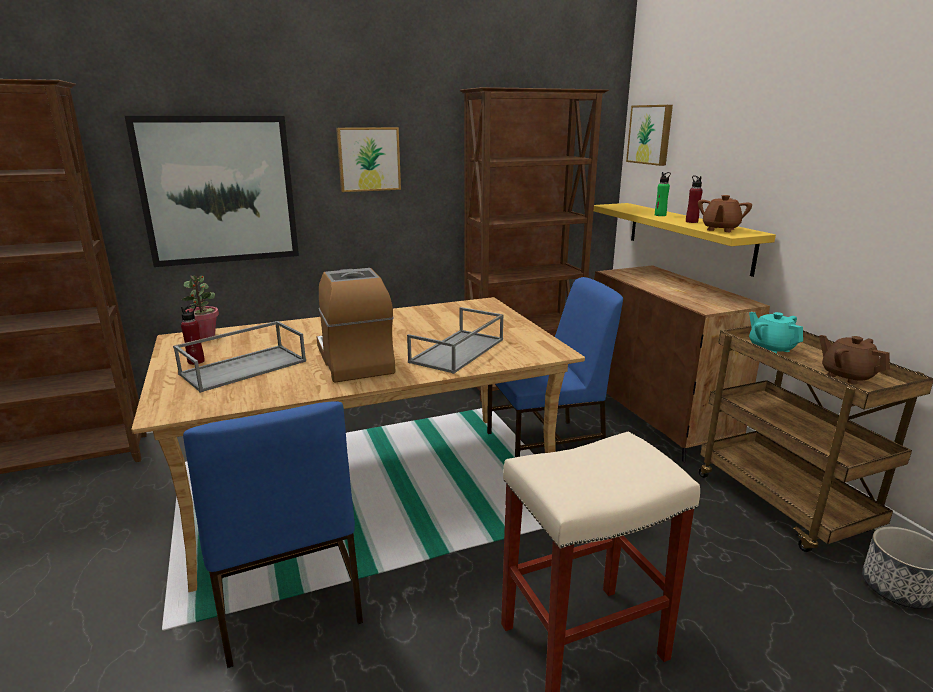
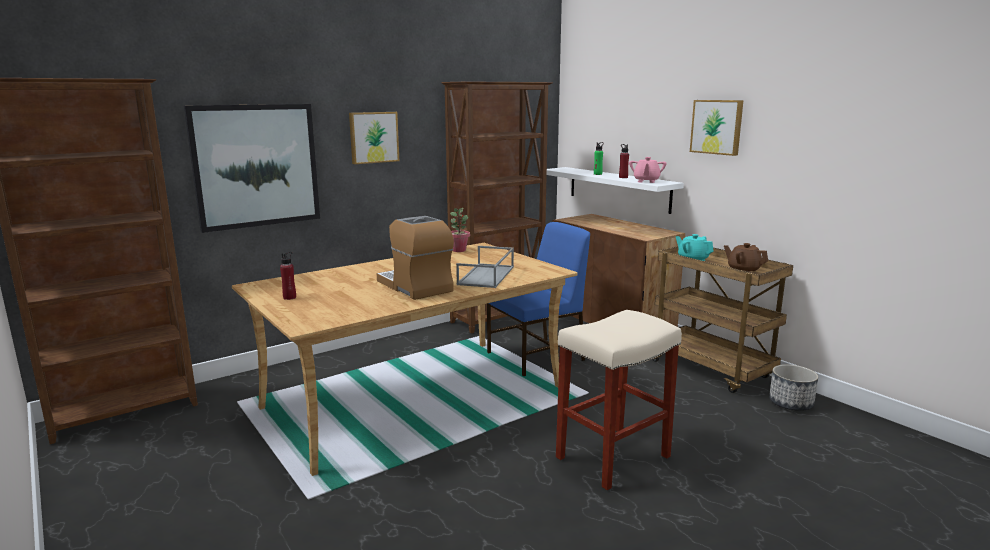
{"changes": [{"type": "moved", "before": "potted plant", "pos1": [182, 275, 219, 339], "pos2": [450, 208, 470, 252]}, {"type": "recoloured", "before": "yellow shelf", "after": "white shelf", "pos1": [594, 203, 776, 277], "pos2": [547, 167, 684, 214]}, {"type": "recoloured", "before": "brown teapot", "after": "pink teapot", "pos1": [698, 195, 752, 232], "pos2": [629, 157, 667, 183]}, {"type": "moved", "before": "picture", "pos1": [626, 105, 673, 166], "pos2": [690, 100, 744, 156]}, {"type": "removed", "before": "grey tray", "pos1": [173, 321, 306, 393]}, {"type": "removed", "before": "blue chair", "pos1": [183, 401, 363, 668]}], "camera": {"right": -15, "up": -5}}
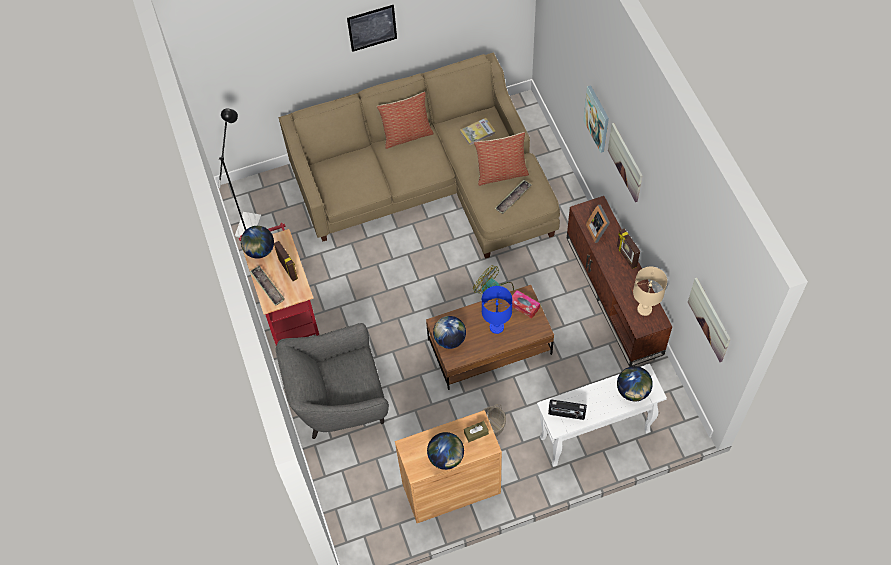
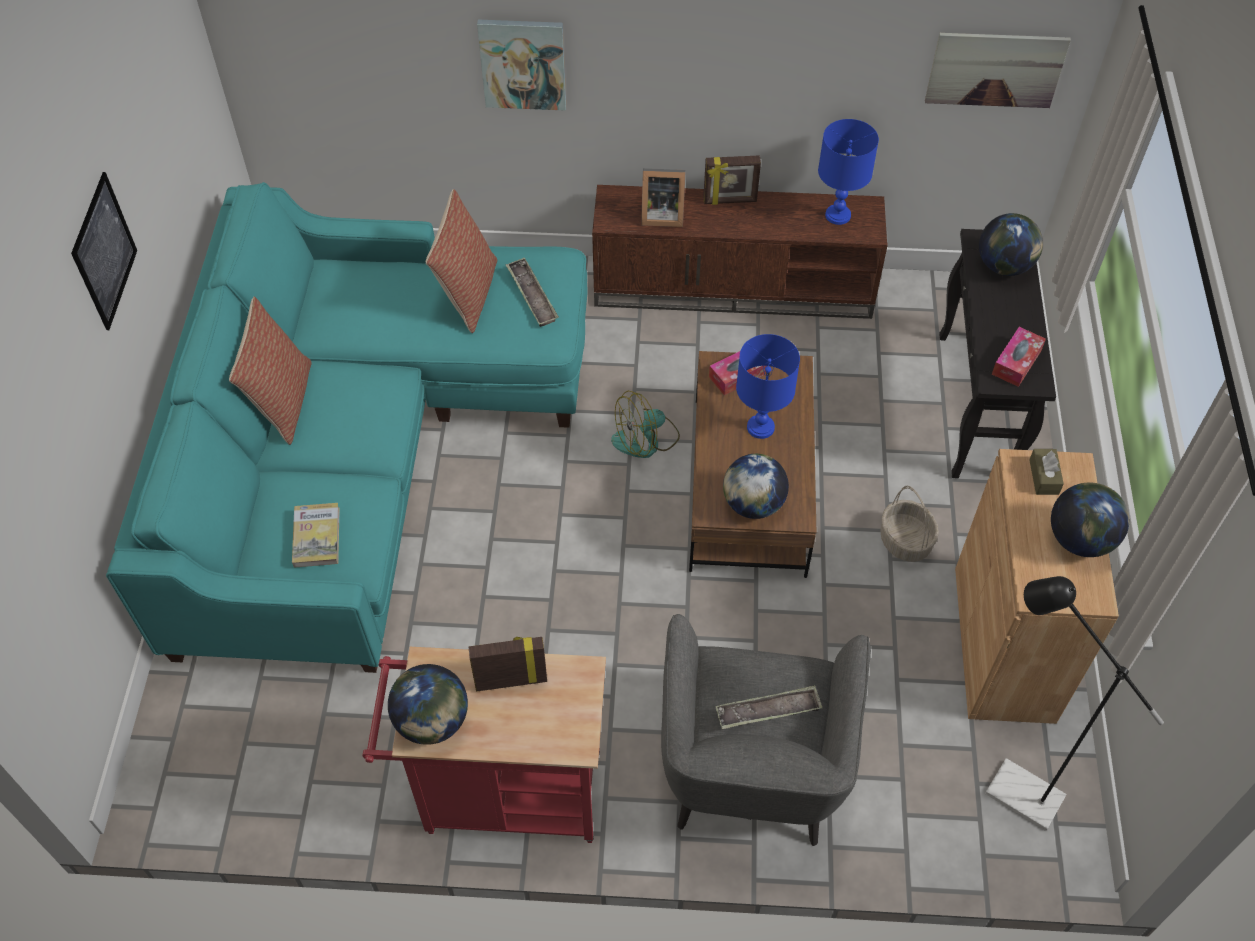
{"changes": [{"type": "recoloured", "before": "beige sofa", "after": "turquoise sofa", "pos1": [279, 53, 560, 259], "pos2": [106, 182, 587, 673]}, {"type": "moved", "before": "book", "pos1": [460, 118, 496, 146], "pos2": [292, 503, 340, 568]}, {"type": "moved", "before": "tray", "pos1": [250, 266, 285, 306], "pos2": [715, 685, 822, 729]}, {"type": "recoloured", "before": "beige table lamp", "after": "blue table lamp", "pos1": [633, 266, 667, 316], "pos2": [818, 119, 879, 225]}, {"type": "recoloured", "before": "white console table", "after": "black console table", "pos1": [537, 364, 667, 467], "pos2": [939, 229, 1056, 478]}, {"type": "moved", "before": "black floor lamp", "pos1": [218, 108, 261, 238], "pos2": [985, 576, 1164, 831]}, {"type": "replaced", "before": "radio", "after": "tissue box", "pos1": [548, 400, 587, 420], "pos2": [992, 327, 1046, 387]}, {"type": "removed", "before": "picture", "pos1": [608, 123, 643, 202]}], "camera": {"right": -70, "up": -5}}
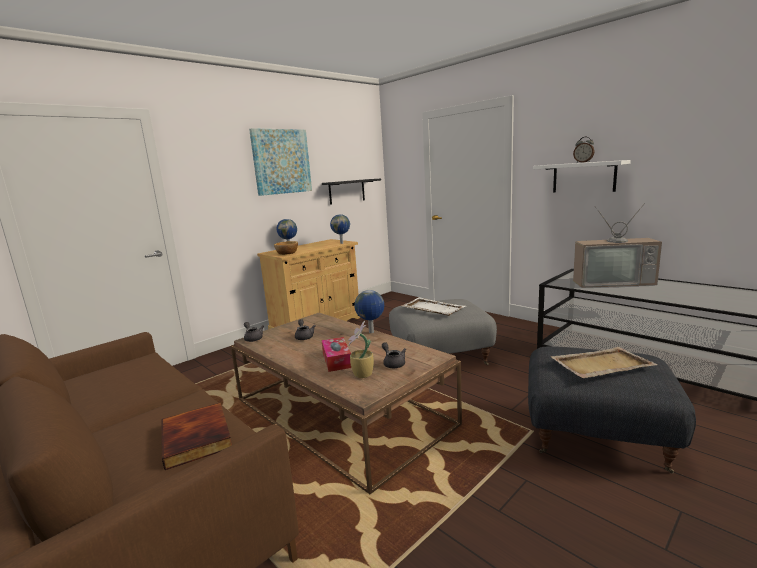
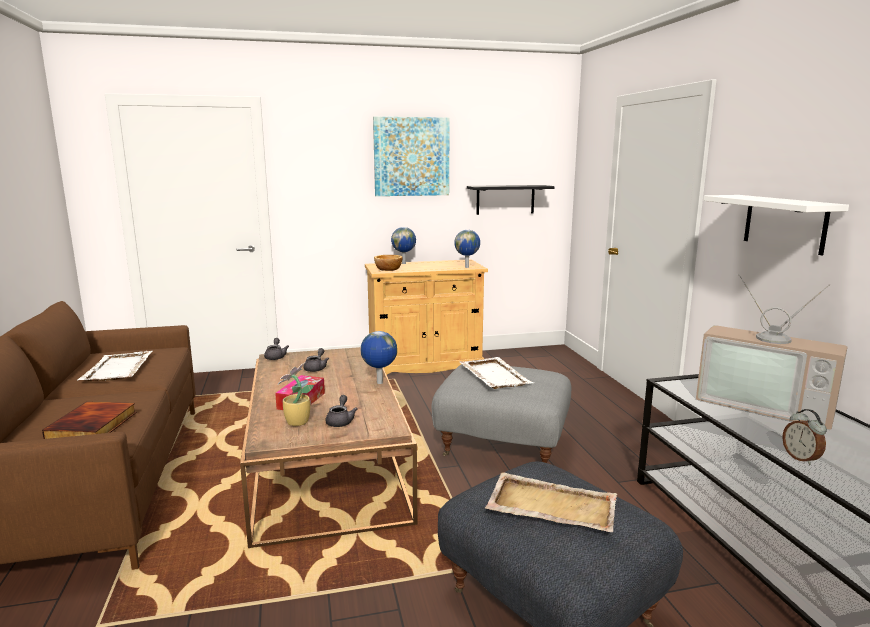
{"changes": [{"type": "added", "after": "white tray", "pos2": [78, 351, 153, 381]}, {"type": "moved", "before": "alarm clock", "pos1": [573, 137, 595, 163], "pos2": [782, 409, 827, 465]}], "camera": {"right": 30, "up": 0}}
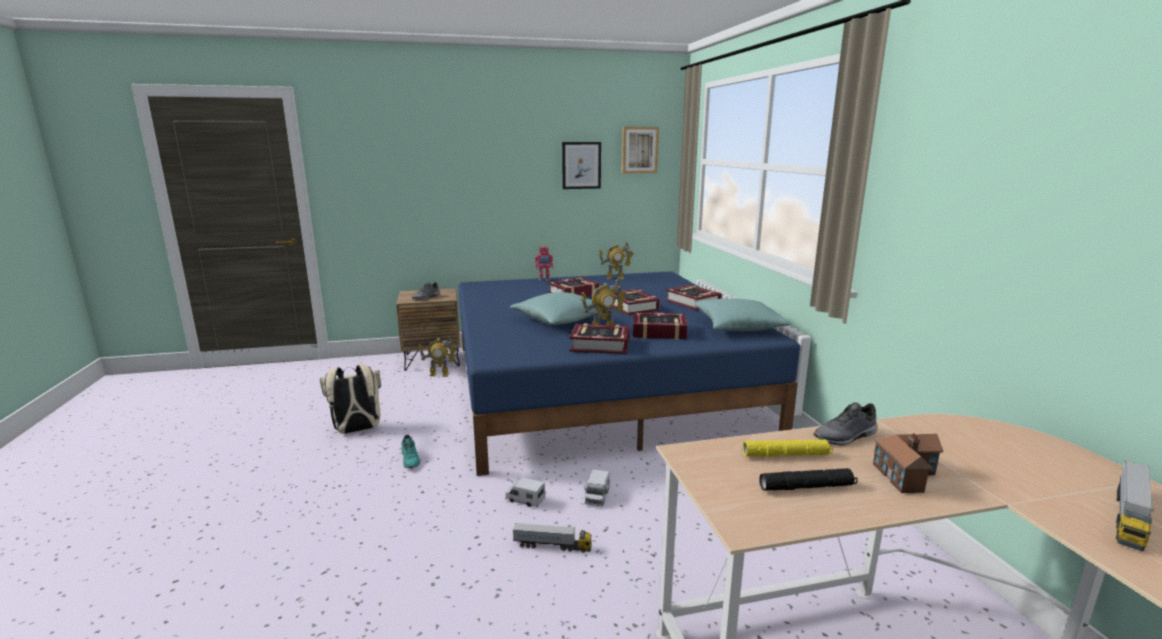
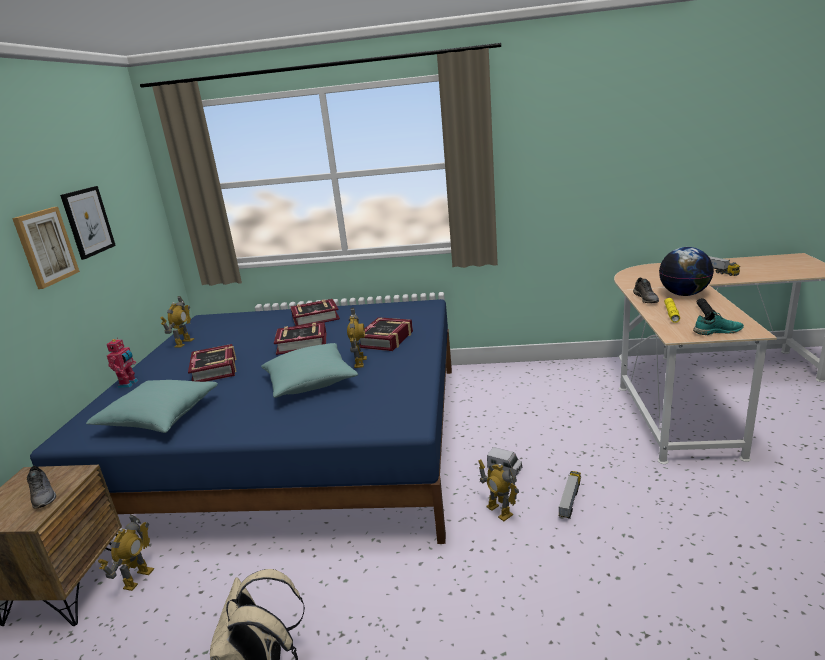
{"changes": [{"type": "moved", "before": "picture", "pos1": [622, 127, 659, 174], "pos2": [12, 207, 80, 289]}, {"type": "moved", "before": "turquoise pillow", "pos1": [694, 298, 791, 331], "pos2": [86, 380, 218, 433]}, {"type": "replaced", "before": "toy truck", "after": "toy robot", "pos1": [505, 477, 545, 507], "pos2": [478, 459, 519, 521]}, {"type": "replaced", "before": "toy house", "after": "globe", "pos1": [873, 433, 943, 493], "pos2": [659, 247, 714, 296]}, {"type": "moved", "before": "turquoise shoe", "pos1": [401, 435, 420, 468], "pos2": [693, 311, 744, 335]}, {"type": "removed", "before": "book", "pos1": [569, 323, 630, 354]}], "camera": {"right": -70, "up": 5}}
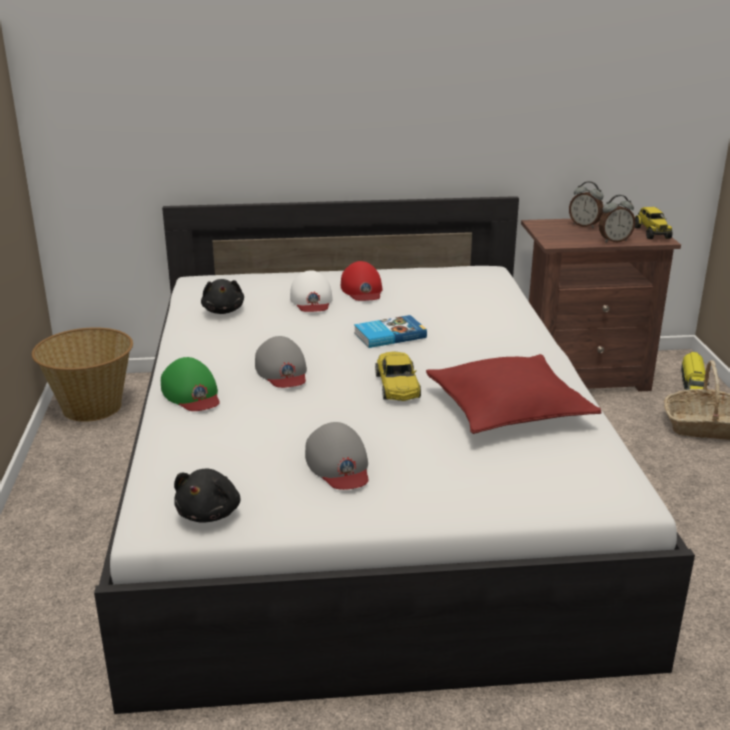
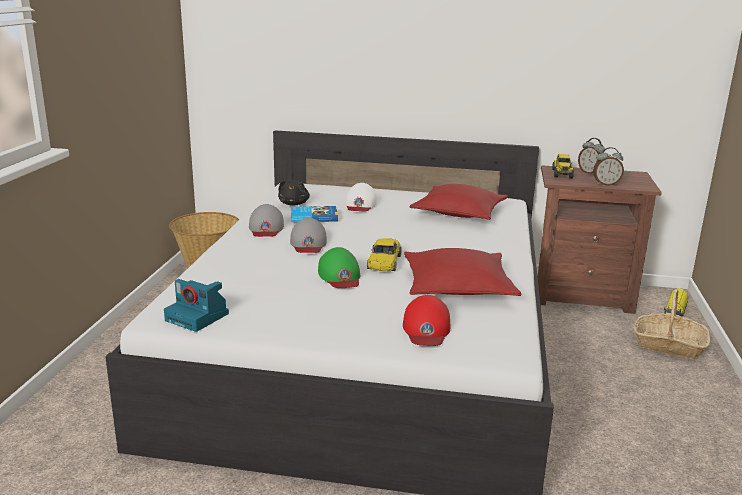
{"changes": [{"type": "replaced", "before": "black plush toy", "after": "photo camera", "pos1": [174, 469, 240, 523], "pos2": [164, 279, 229, 332]}, {"type": "moved", "before": "grey cap", "pos1": [305, 422, 369, 490], "pos2": [249, 204, 284, 237]}, {"type": "moved", "before": "book", "pos1": [354, 315, 427, 348], "pos2": [291, 206, 338, 222]}, {"type": "moved", "before": "green cap", "pos1": [161, 357, 220, 411], "pos2": [318, 247, 360, 288]}, {"type": "moved", "before": "red cap", "pos1": [341, 261, 382, 301], "pos2": [403, 295, 450, 346]}, {"type": "added", "after": "red pillow", "pos2": [410, 184, 508, 220]}, {"type": "moved", "before": "toy truck", "pos1": [635, 207, 673, 239], "pos2": [552, 154, 574, 179]}], "camera": {"right": 15, "up": -5}}
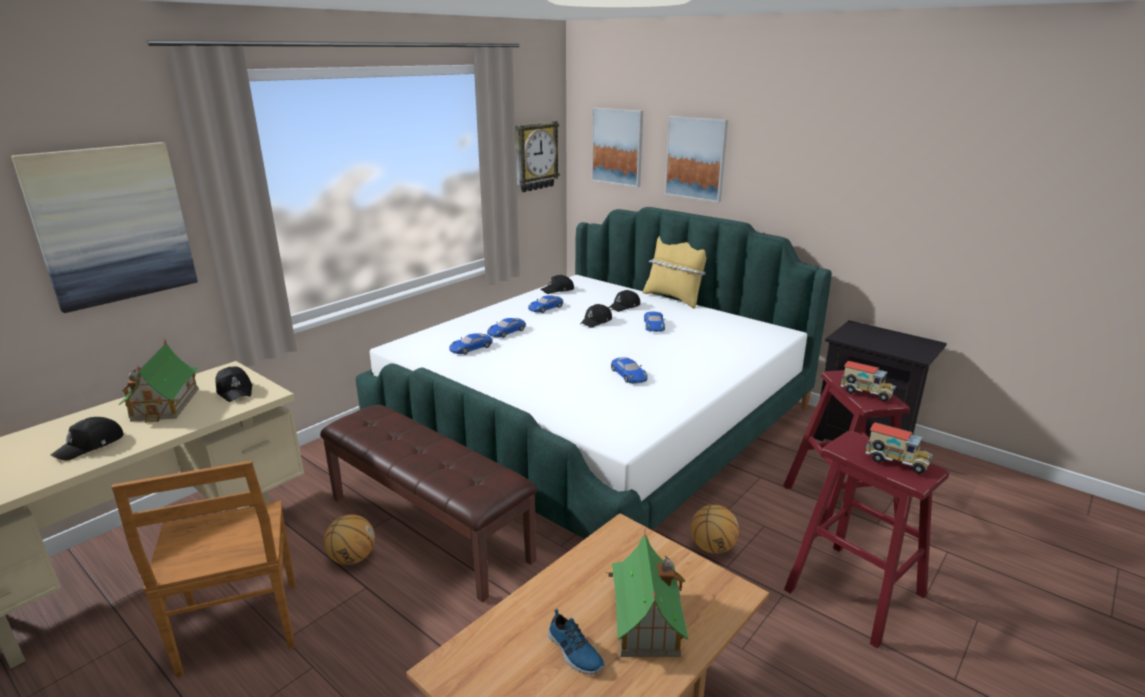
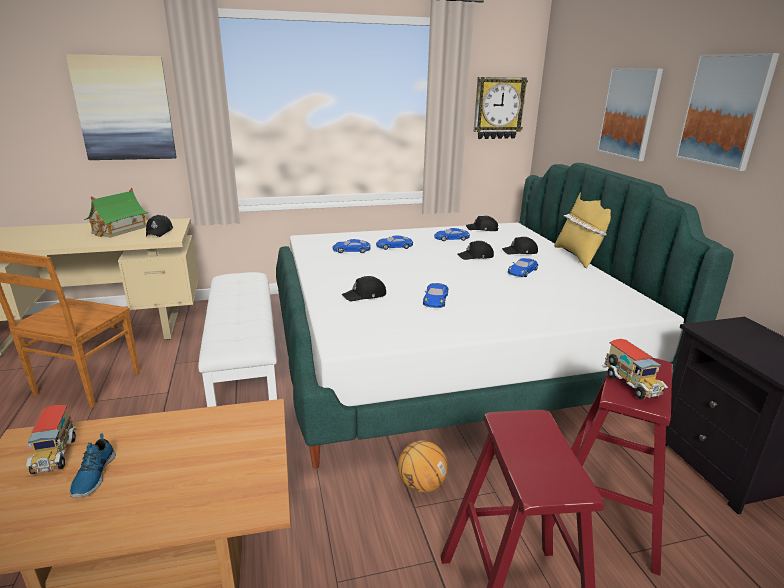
{"changes": [{"type": "moved", "before": "toy truck", "pos1": [865, 422, 933, 474], "pos2": [26, 405, 77, 474]}, {"type": "recoloured", "before": "brown bench", "after": "white bench", "pos1": [320, 405, 538, 602], "pos2": [198, 272, 277, 407]}, {"type": "moved", "before": "black cap", "pos1": [50, 417, 124, 461], "pos2": [342, 276, 386, 301]}, {"type": "moved", "before": "picture", "pos1": [591, 108, 643, 187], "pos2": [675, 53, 780, 171]}, {"type": "removed", "before": "basketball", "pos1": [324, 514, 375, 565]}, {"type": "removed", "before": "toy house", "pos1": [606, 531, 689, 657]}], "camera": {"right": 35, "up": 0}}
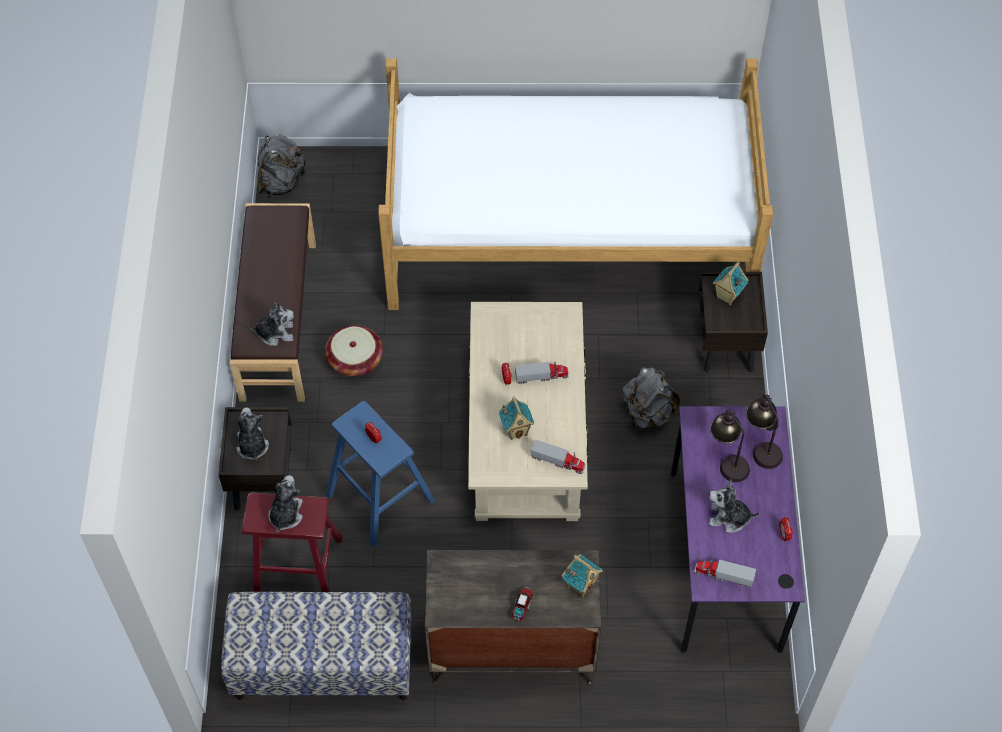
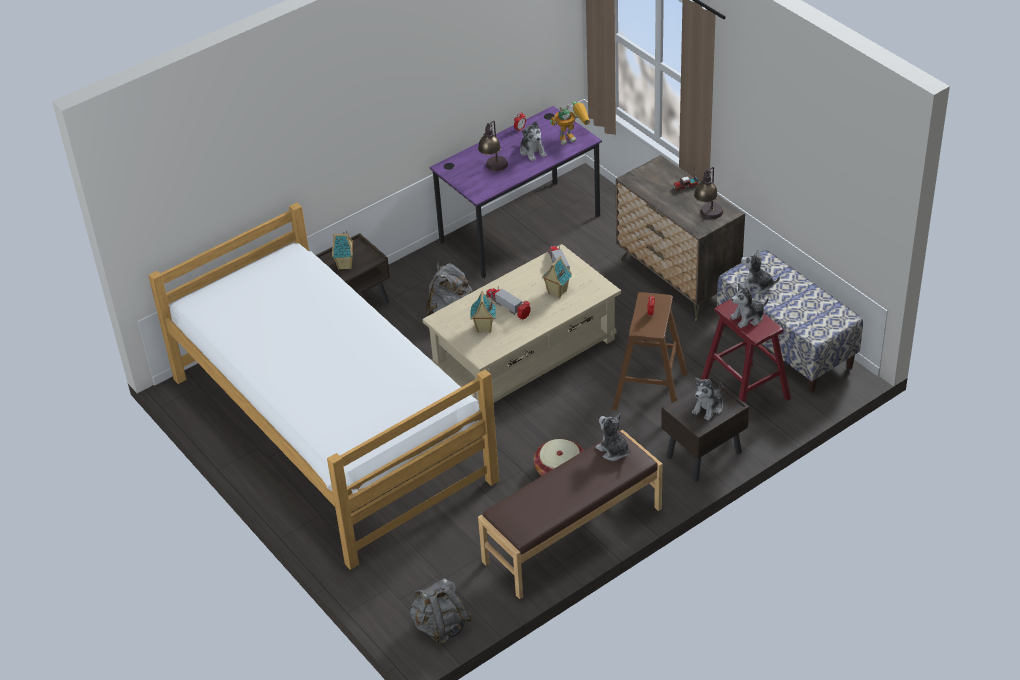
{"changes": [{"type": "moved", "before": "toy house", "pos1": [561, 554, 603, 597], "pos2": [470, 291, 496, 333]}, {"type": "replaced", "before": "toy truck", "after": "toy robot", "pos1": [695, 558, 756, 588], "pos2": [550, 102, 590, 145]}, {"type": "recoloured", "before": "blue stool", "after": "brown stool", "pos1": [325, 401, 435, 547], "pos2": [612, 292, 688, 410]}, {"type": "moved", "before": "table lamp", "pos1": [746, 395, 783, 469], "pos2": [694, 167, 723, 219]}, {"type": "added", "after": "plush toy", "pos2": [741, 249, 780, 294]}], "camera": {"right": -125, "up": -15}}
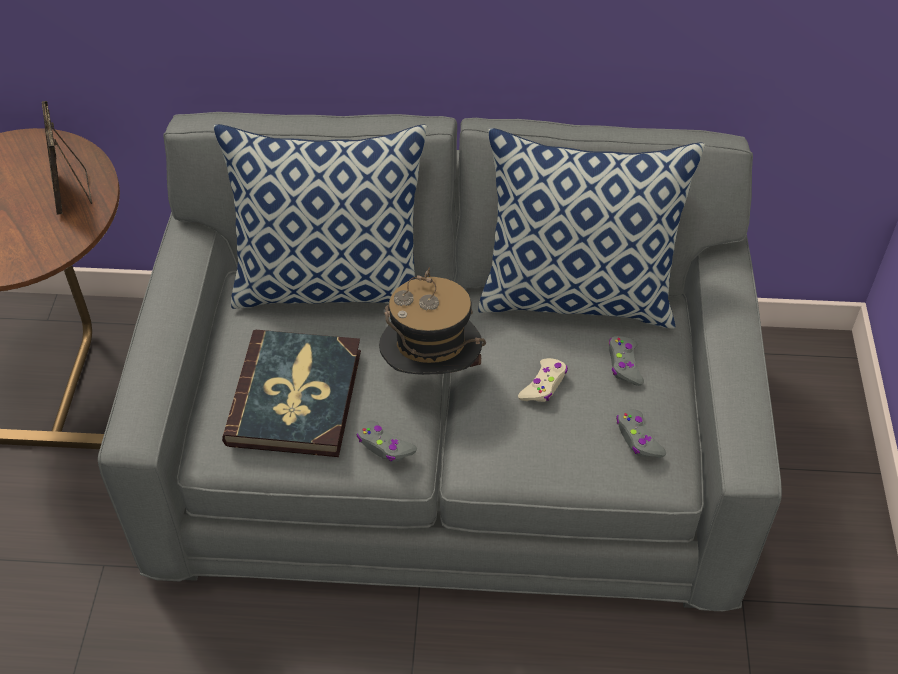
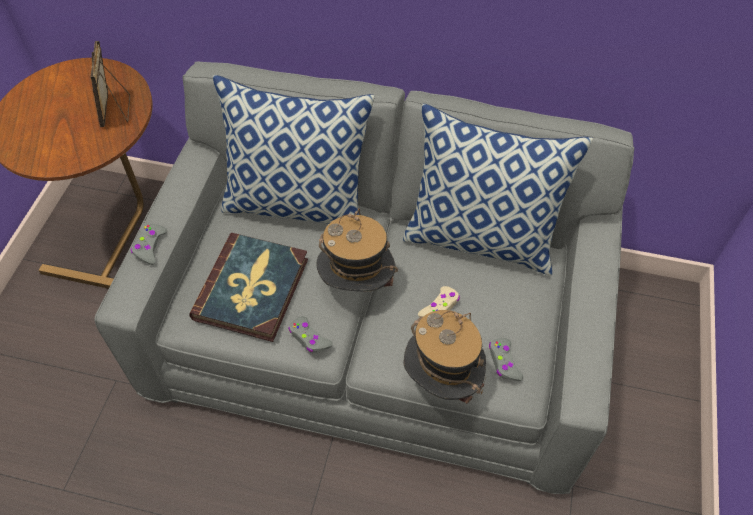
{"changes": [{"type": "moved", "before": "grey game controller", "pos1": [609, 336, 644, 386], "pos2": [131, 223, 167, 265]}, {"type": "added", "after": "hat", "pos2": [403, 310, 486, 404]}], "camera": {"right": 10, "up": 5}}
